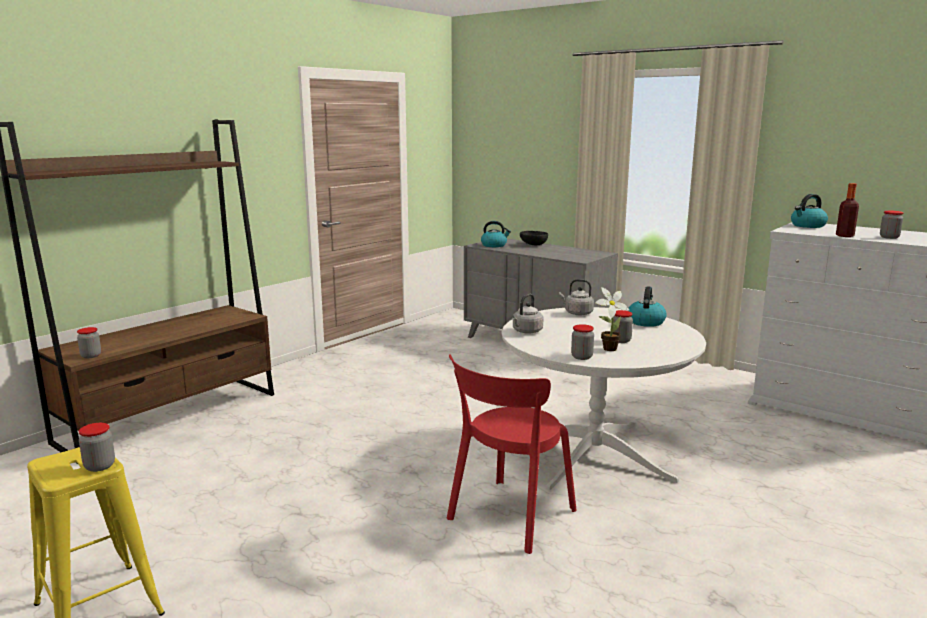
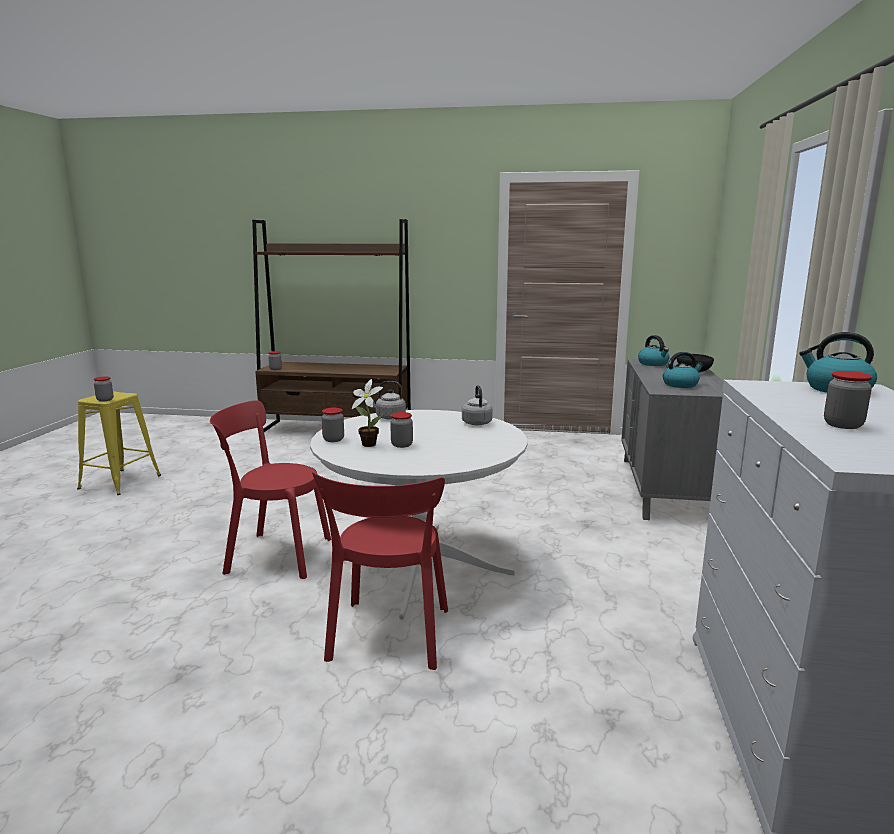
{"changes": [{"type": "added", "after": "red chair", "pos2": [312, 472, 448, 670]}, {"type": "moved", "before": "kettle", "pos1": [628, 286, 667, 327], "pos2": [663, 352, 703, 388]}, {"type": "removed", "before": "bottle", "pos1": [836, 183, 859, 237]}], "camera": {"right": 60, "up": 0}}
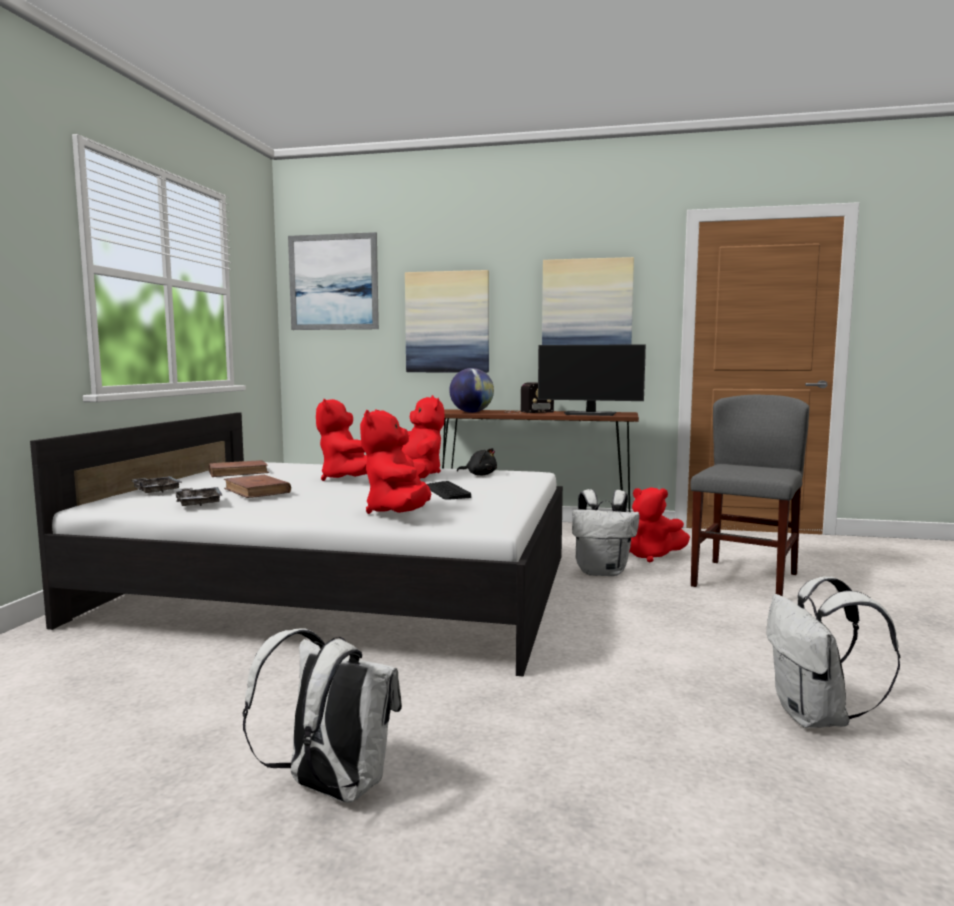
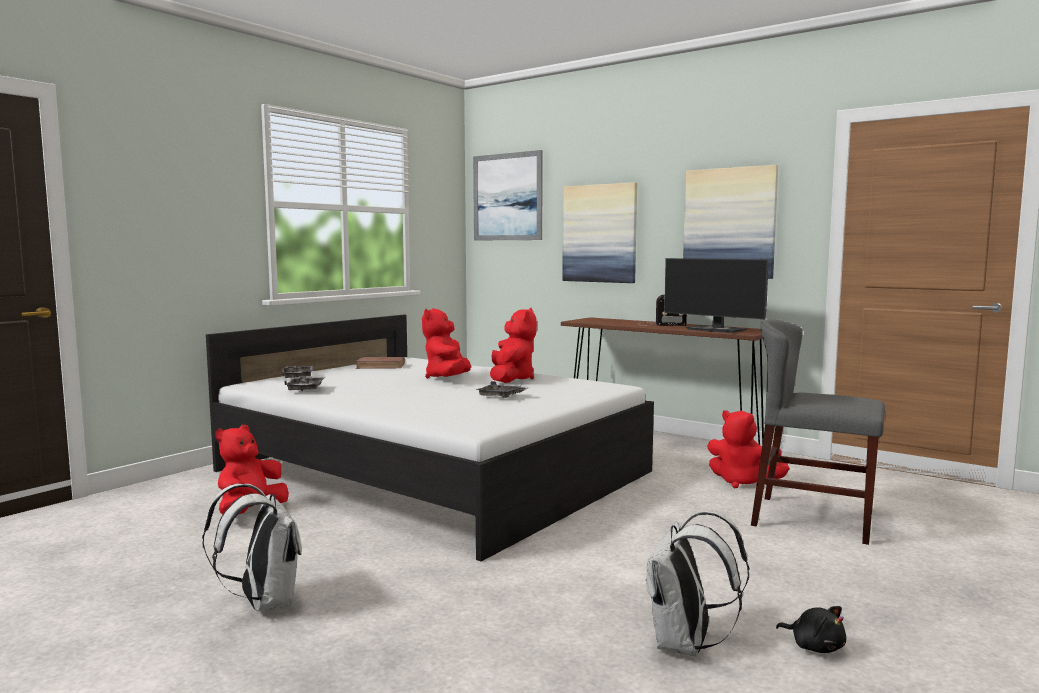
{"changes": [{"type": "moved", "before": "red plush toy", "pos1": [360, 410, 431, 514], "pos2": [215, 425, 289, 515]}, {"type": "replaced", "before": "keyboard", "after": "grey tray", "pos1": [427, 481, 471, 500], "pos2": [476, 381, 528, 398]}, {"type": "turned", "before": "grey chair", "pos1": [690, 395, 809, 596], "pos2": [751, 320, 885, 545], "turn": -120}, {"type": "moved", "before": "black plush toy", "pos1": [457, 448, 497, 475], "pos2": [776, 606, 846, 653]}, {"type": "removed", "before": "brown book", "pos1": [224, 475, 291, 498]}, {"type": "removed", "before": "globe", "pos1": [449, 368, 494, 413]}, {"type": "removed", "before": "white backpack", "pos1": [572, 489, 640, 576]}], "camera": {"right": 25, "up": 0}}
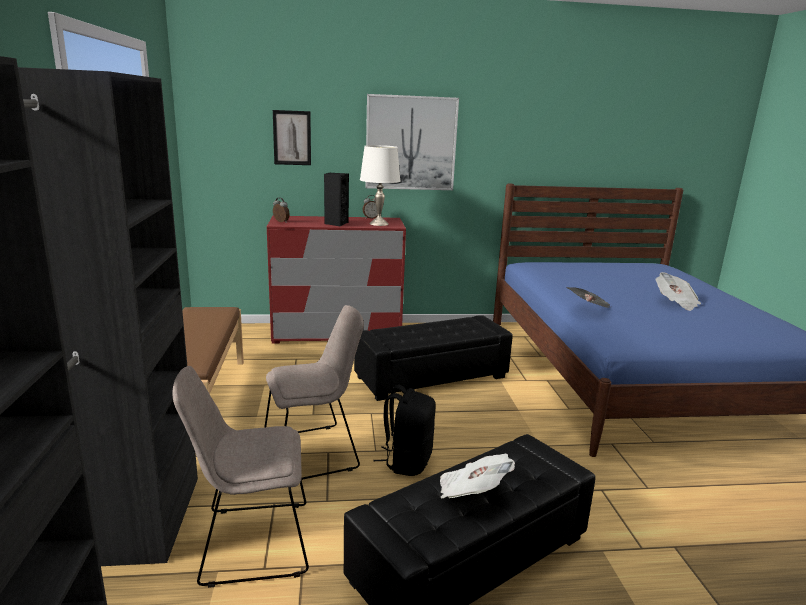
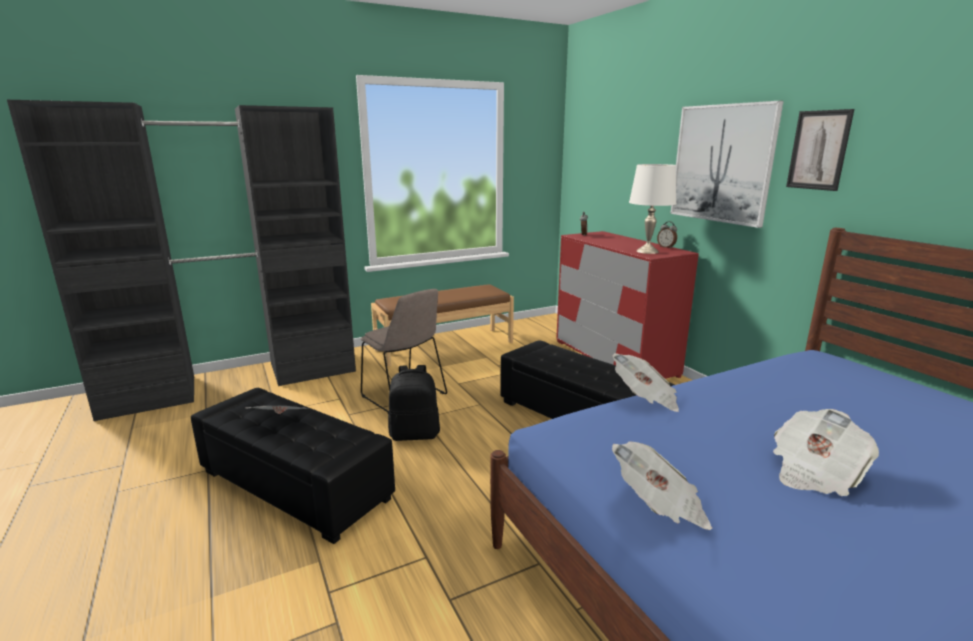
{"changes": [{"type": "added", "after": "newspaper", "pos2": [612, 441, 712, 530]}, {"type": "moved", "before": "picture", "pos1": [273, 110, 311, 165], "pos2": [786, 109, 854, 191]}, {"type": "removed", "before": "beige chair", "pos1": [172, 366, 309, 588]}, {"type": "removed", "before": "black speaker", "pos1": [324, 173, 349, 227]}], "camera": {"right": 70, "up": 0}}
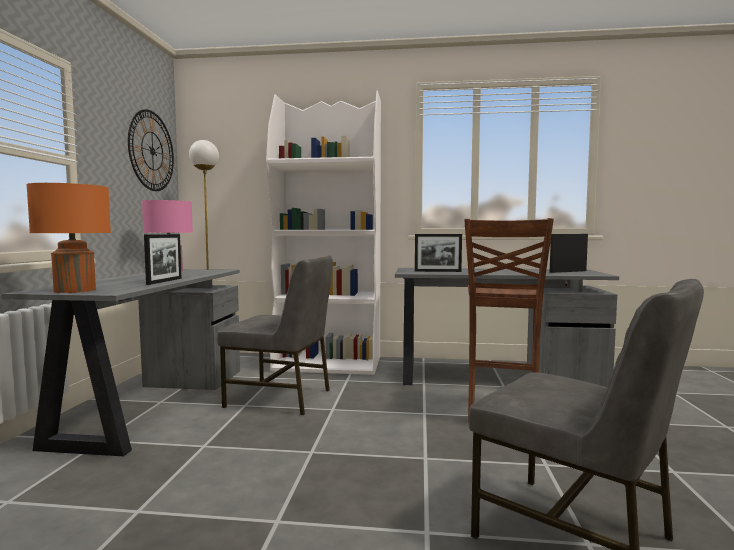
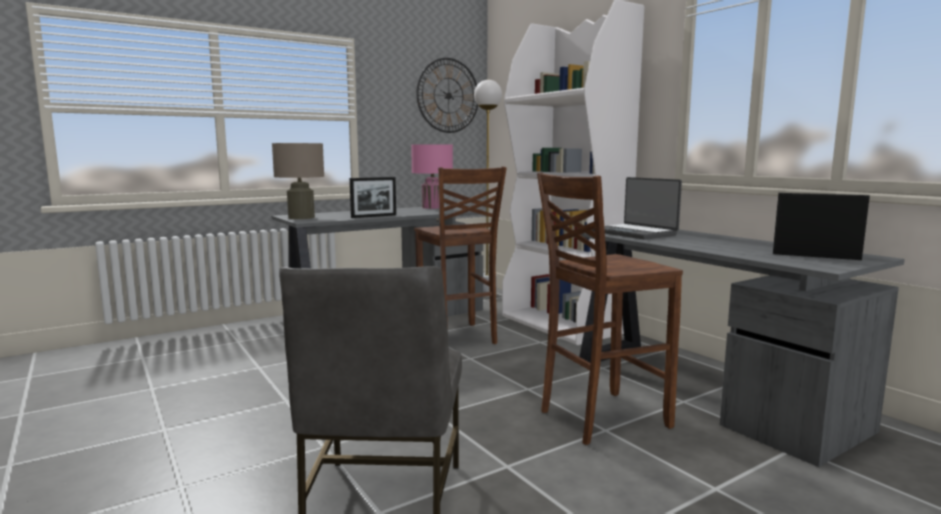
{"changes": [{"type": "recoloured", "before": "orange table lamp", "after": "beige table lamp", "pos1": [26, 183, 111, 293], "pos2": [272, 143, 324, 219]}, {"type": "replaced", "before": "grey chair", "after": "brown stool", "pos1": [217, 255, 333, 415], "pos2": [414, 167, 507, 344]}, {"type": "replaced", "before": "picture frame", "after": "laptop", "pos1": [415, 234, 462, 272], "pos2": [592, 177, 682, 239]}], "camera": {"right": 50, "up": 5}}
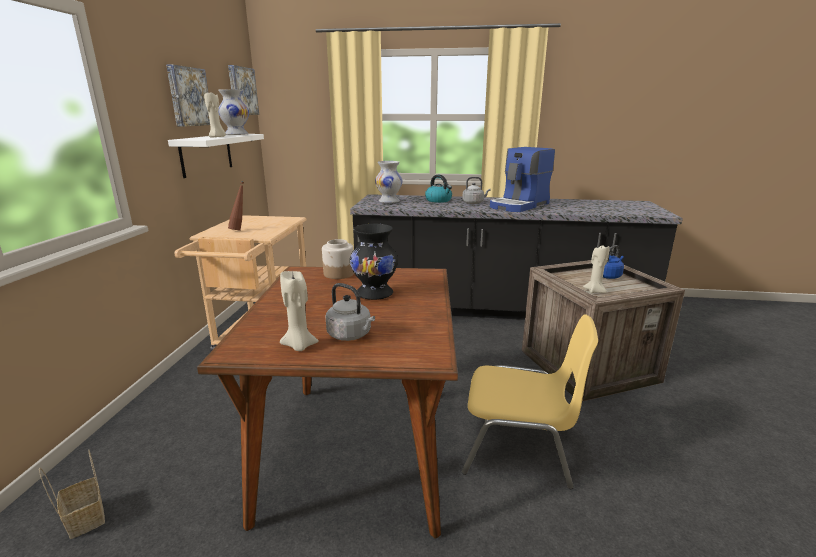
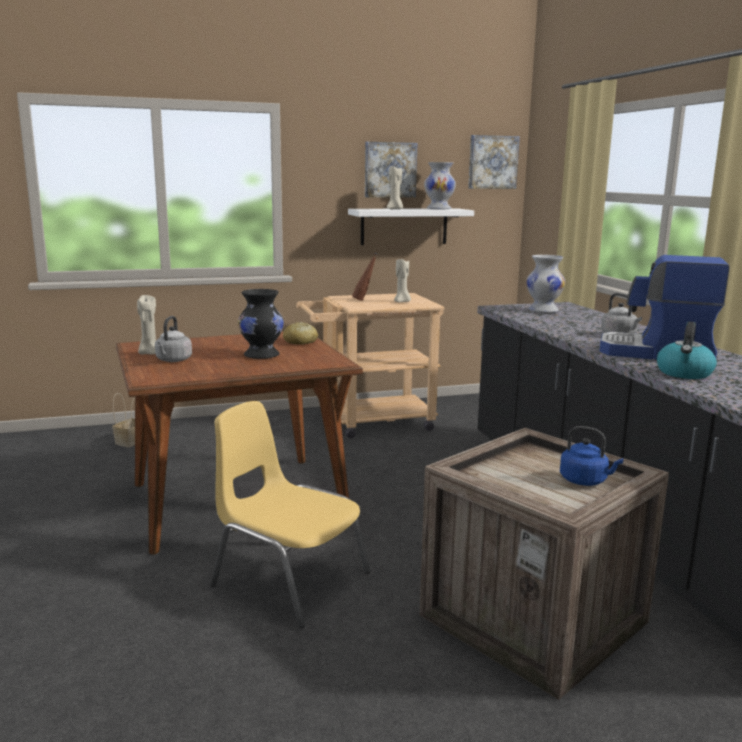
{"changes": [{"type": "turned", "before": "yellow chair", "pos1": [462, 314, 598, 489], "pos2": [211, 401, 370, 628], "turn": 135}, {"type": "replaced", "before": "jar", "after": "bread", "pos1": [322, 239, 354, 279], "pos2": [283, 322, 318, 345]}, {"type": "moved", "before": "beige candle", "pos1": [583, 245, 610, 293], "pos2": [394, 259, 411, 302]}, {"type": "moved", "before": "kettle", "pos1": [425, 175, 452, 203], "pos2": [657, 321, 717, 379]}], "camera": {"right": 65, "up": -5}}
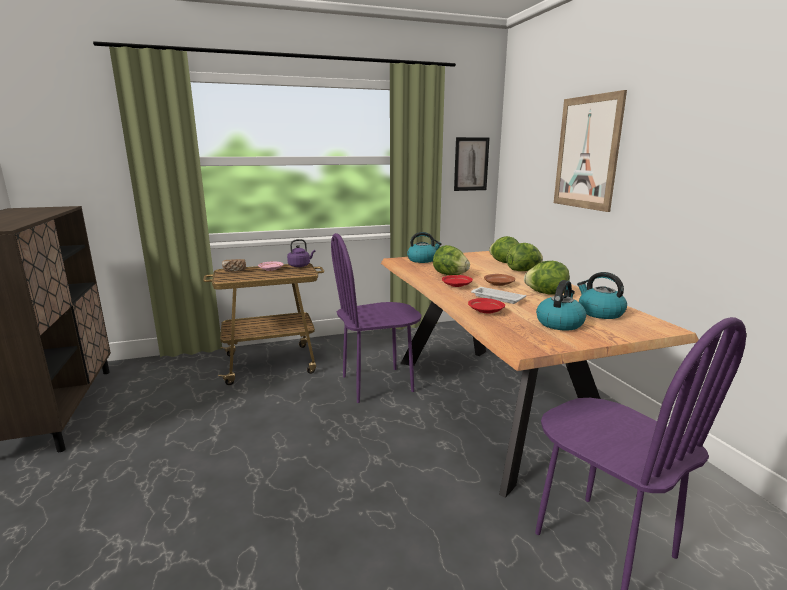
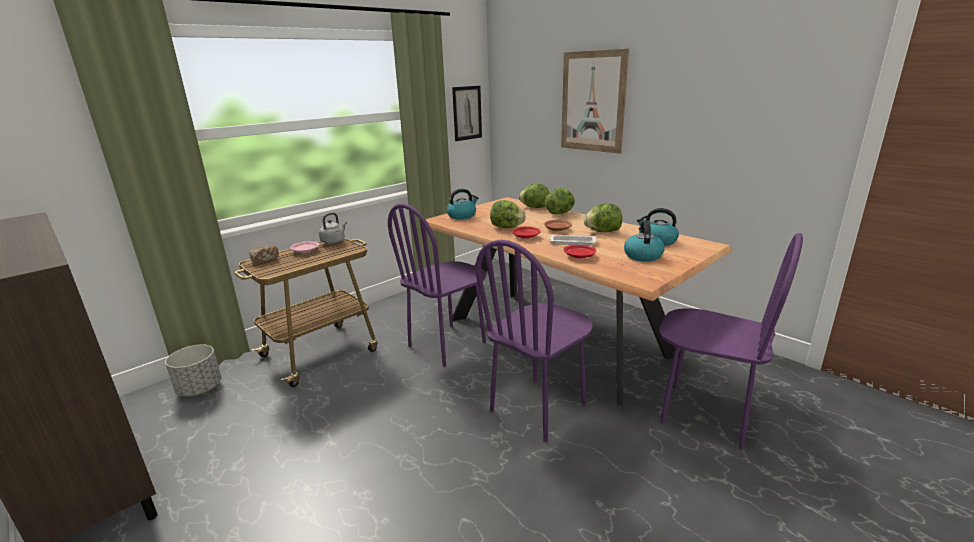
{"changes": [{"type": "added", "after": "grey planter", "pos2": [165, 344, 221, 396]}, {"type": "recoloured", "before": "purple kettle", "after": "grey kettle", "pos1": [287, 239, 315, 267], "pos2": [319, 212, 347, 244]}, {"type": "added", "after": "purple chair", "pos2": [475, 240, 593, 442]}], "camera": {"right": -25, "up": 5}}
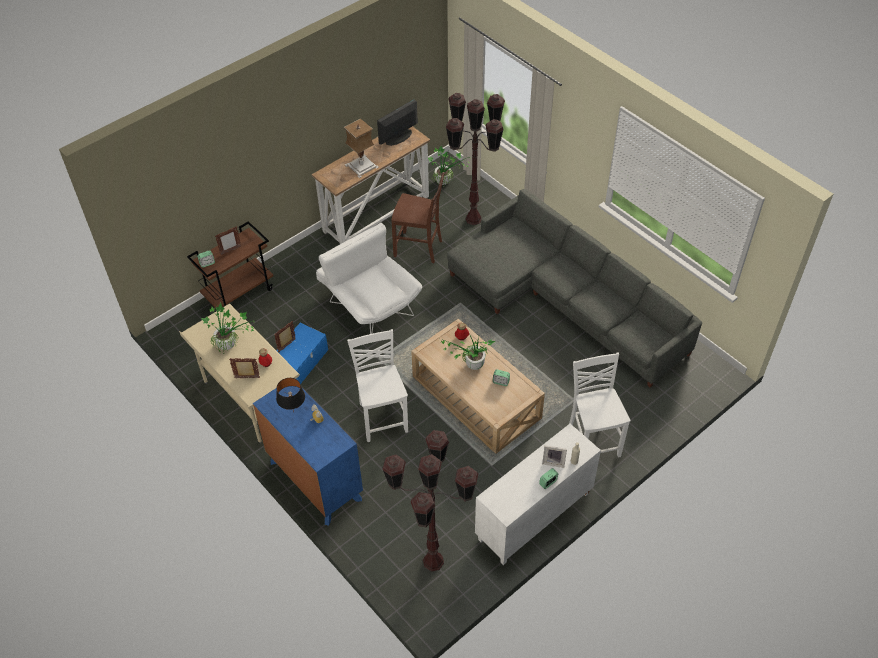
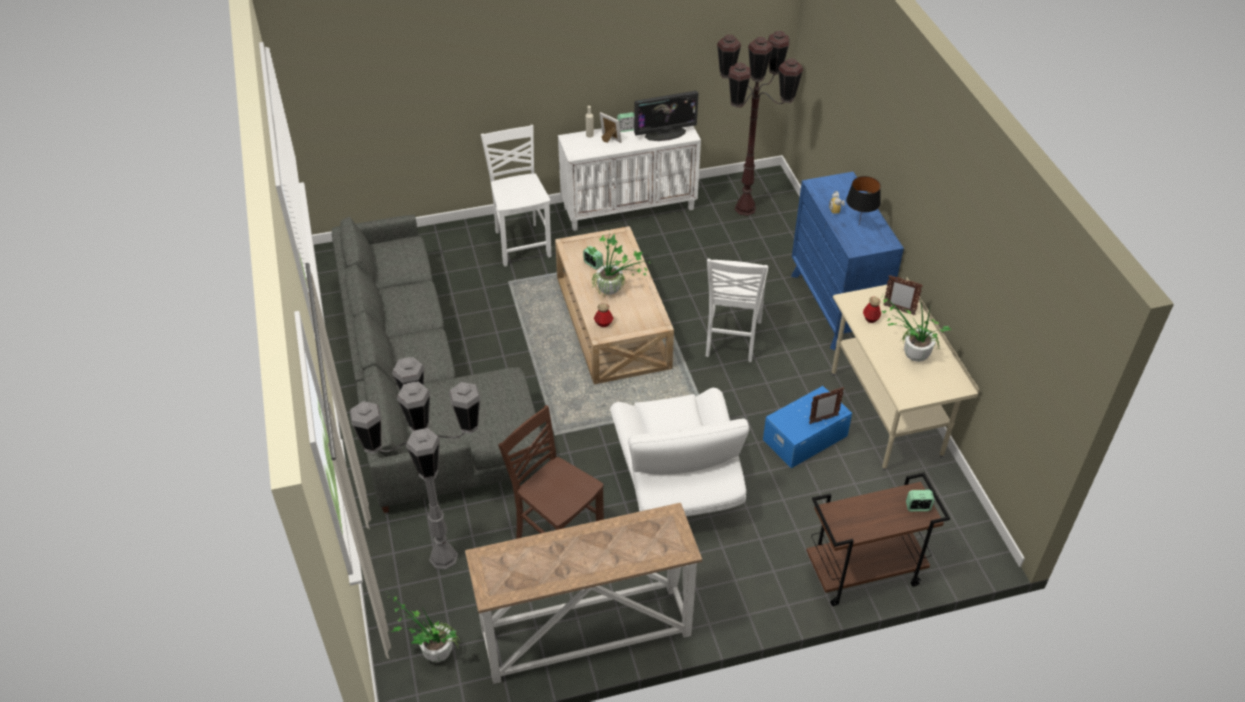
{"changes": [{"type": "recoloured", "before": "brown floor lamp", "after": "grey floor lamp", "pos1": [446, 93, 505, 225], "pos2": [350, 357, 481, 570]}, {"type": "turned", "before": "white chair", "pos1": [569, 353, 630, 458], "pos2": [481, 125, 551, 267], "turn": 150}, {"type": "moved", "before": "monitor", "pos1": [377, 99, 418, 146], "pos2": [634, 91, 698, 141]}, {"type": "removed", "before": "picture frame", "pos1": [215, 227, 241, 255]}, {"type": "removed", "before": "table lamp", "pos1": [344, 118, 379, 178]}], "camera": {"right": -155, "up": -5}}
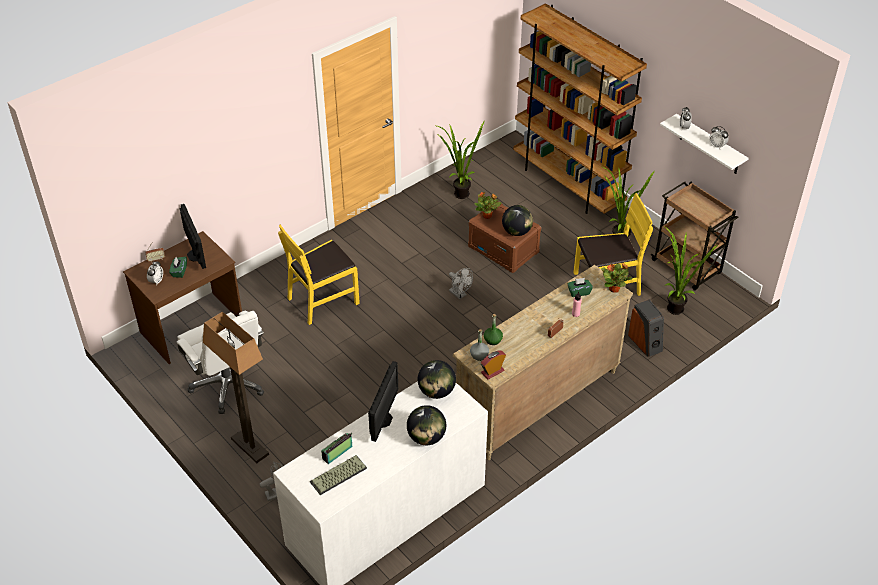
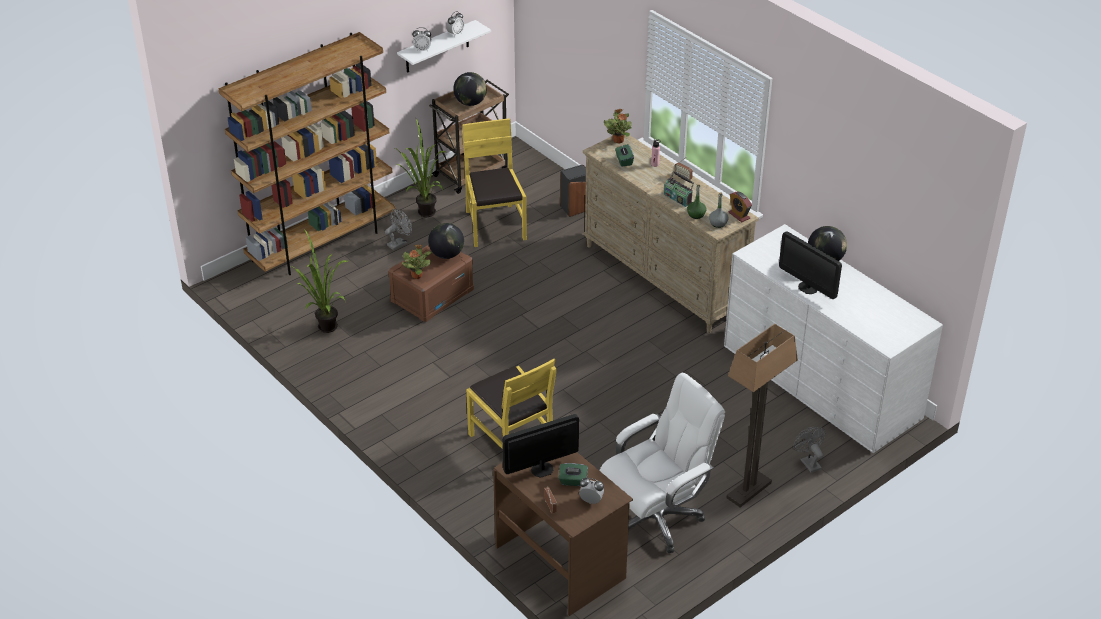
{"changes": [{"type": "moved", "before": "grey fan", "pos1": [449, 268, 473, 299], "pos2": [385, 209, 412, 250]}, {"type": "moved", "before": "globe", "pos1": [418, 360, 456, 399], "pos2": [453, 72, 487, 106]}, {"type": "moved", "before": "radio", "pos1": [321, 433, 352, 464], "pos2": [664, 171, 694, 207]}, {"type": "turned", "before": "monitor", "pos1": [368, 361, 398, 442], "pos2": [779, 231, 842, 299], "turn": -150}, {"type": "removed", "before": "keyboard", "pos1": [310, 455, 367, 495]}, {"type": "removed", "before": "potted plant", "pos1": [664, 227, 718, 315]}], "camera": {"right": -90, "up": -5}}
